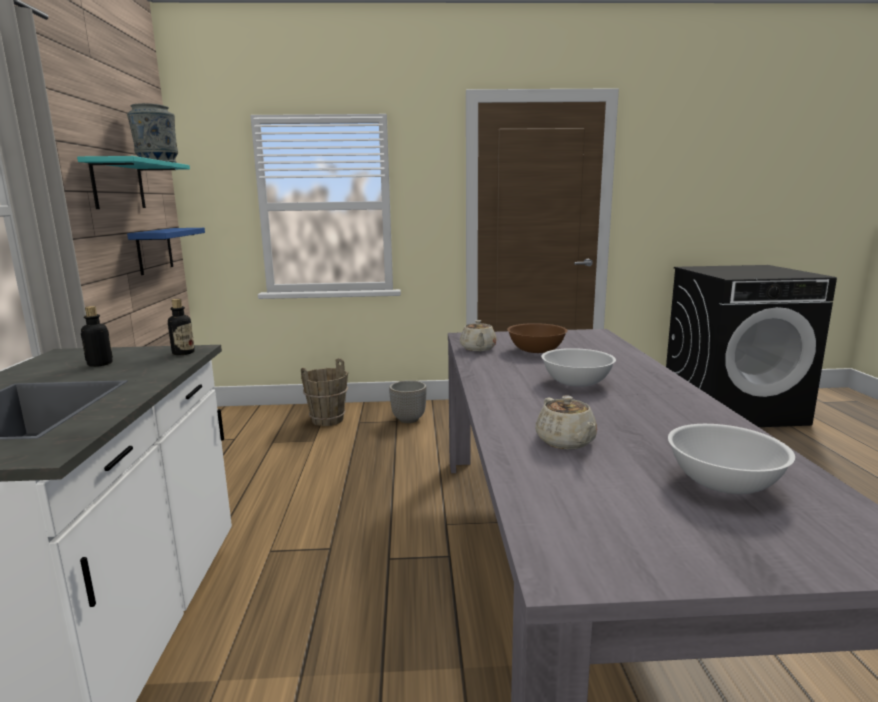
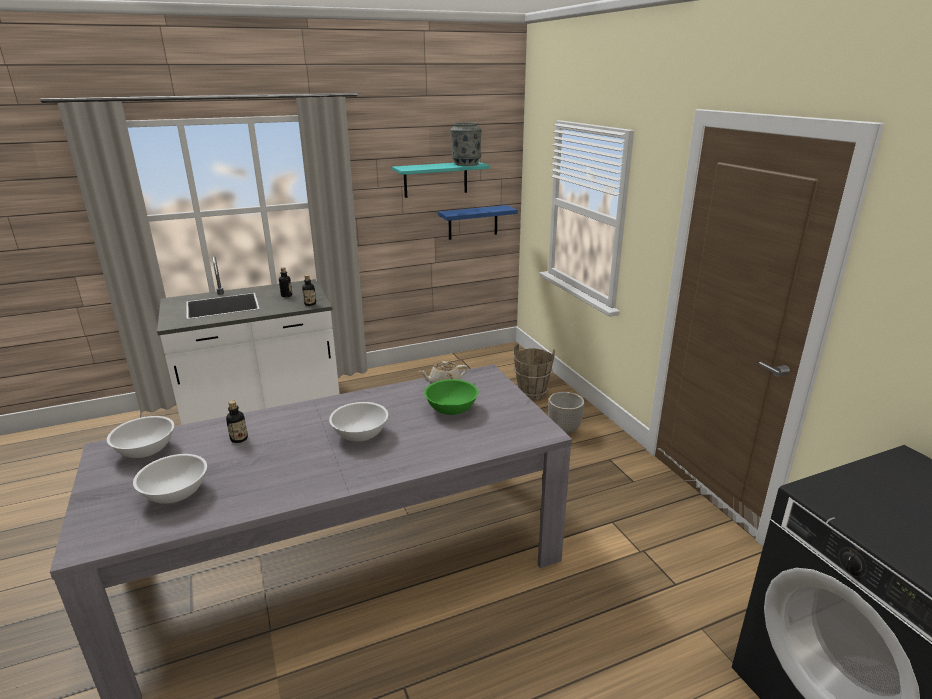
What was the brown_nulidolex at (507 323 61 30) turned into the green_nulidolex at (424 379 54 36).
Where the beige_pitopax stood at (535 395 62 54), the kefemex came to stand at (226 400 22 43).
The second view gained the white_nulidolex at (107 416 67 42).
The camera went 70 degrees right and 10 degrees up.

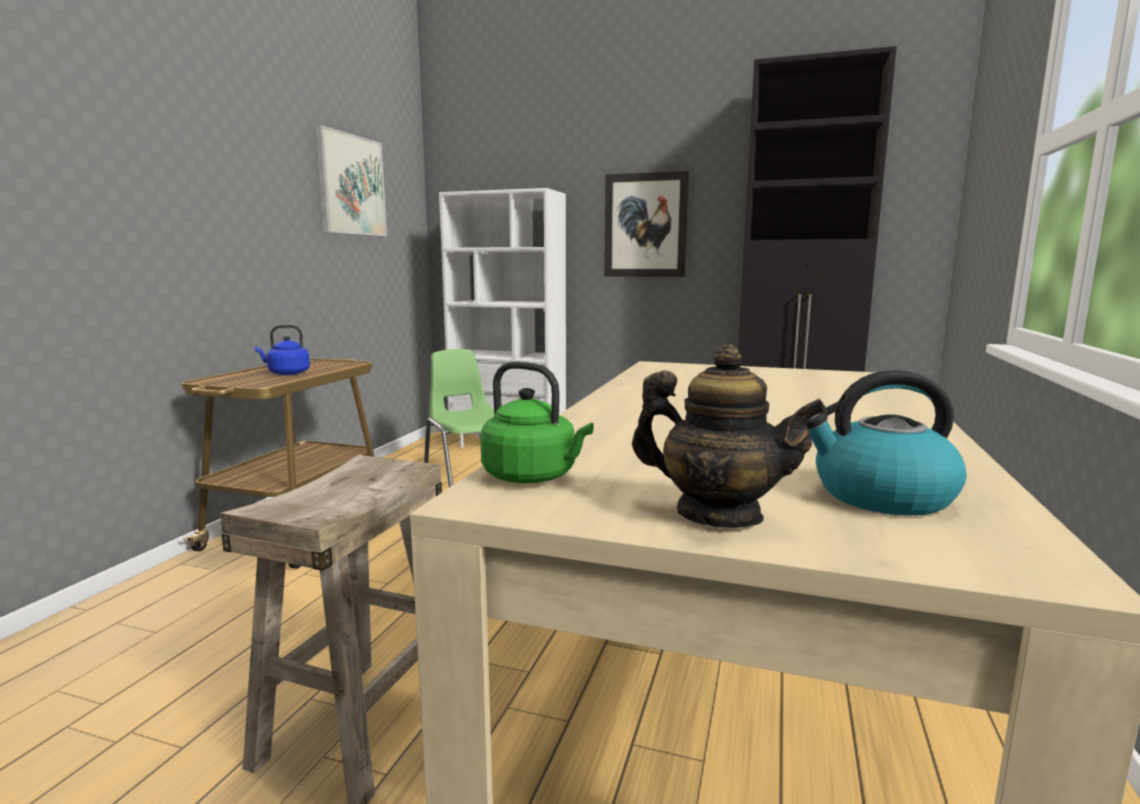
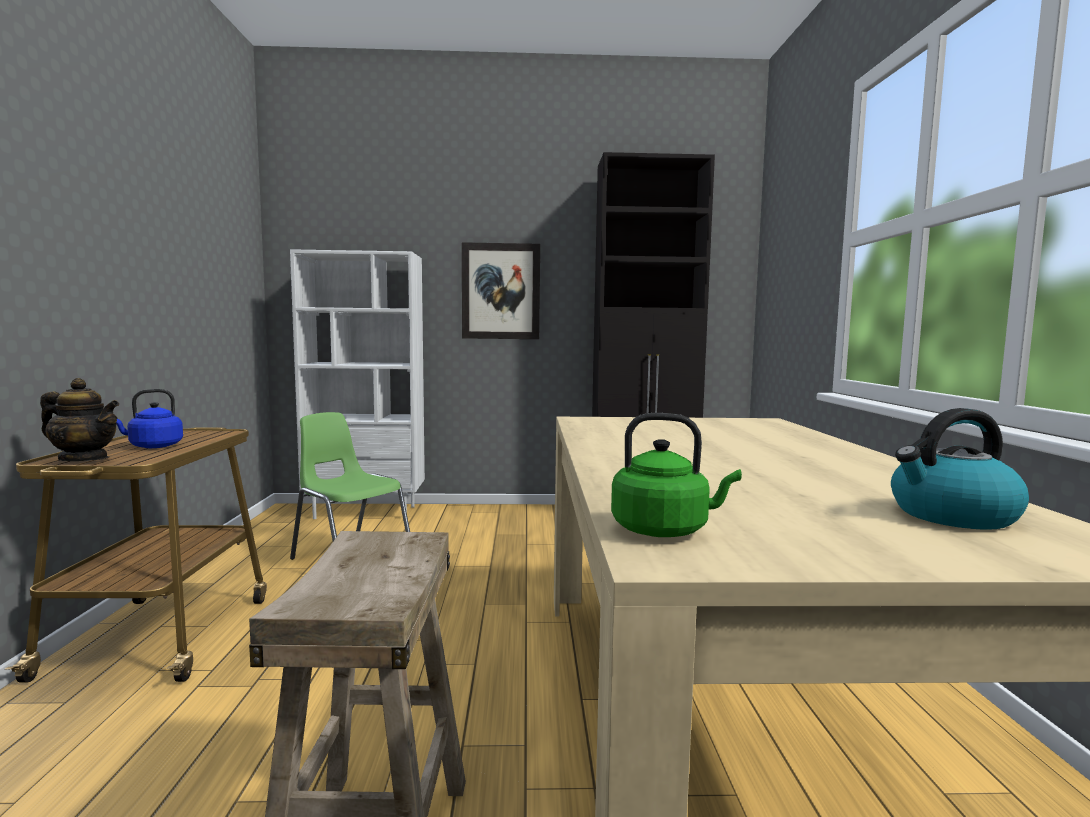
The second view lost the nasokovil at (315 125 72 111).
The pitopax ended up elsewhere, having gone from (632 345 195 183) to (40 378 79 83).
The camera went 20 degrees left and 5 degrees down.

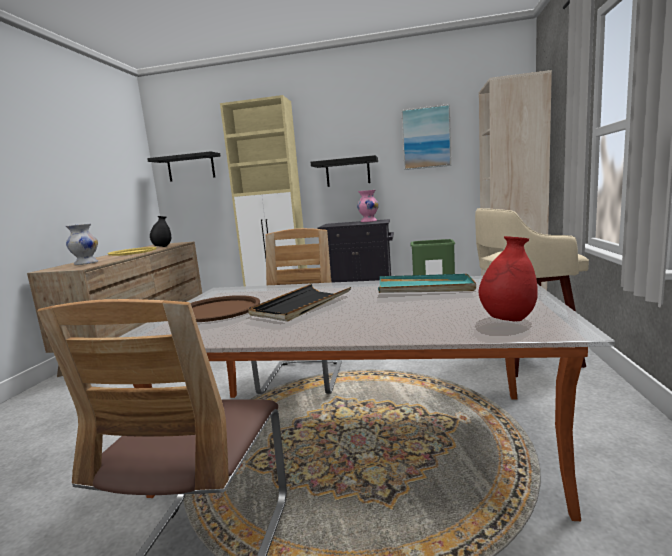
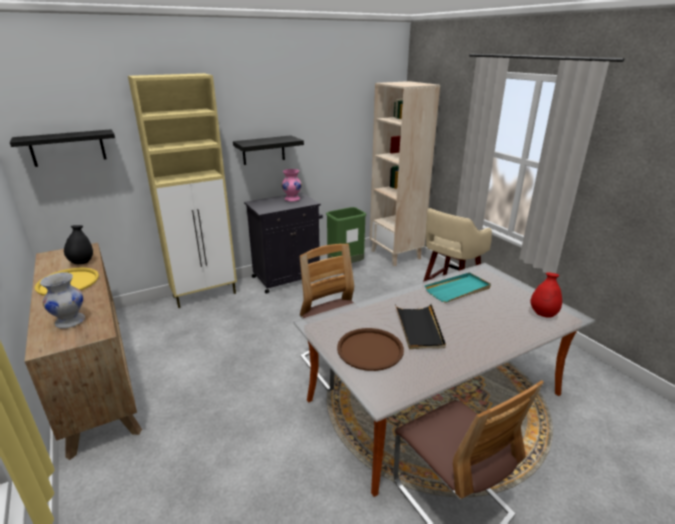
The second view lost the nasokovil at (401 104 50 66).
The camera went 40 degrees left and 15 degrees up.

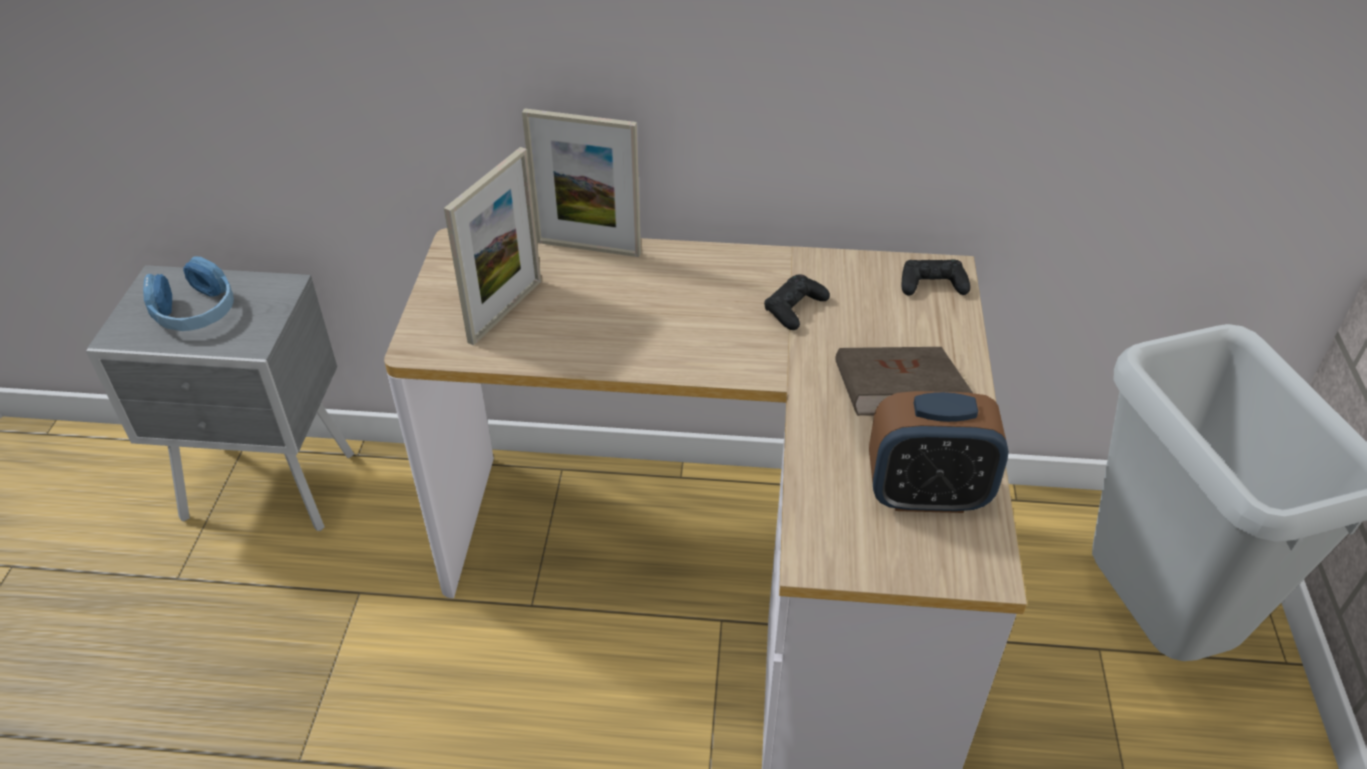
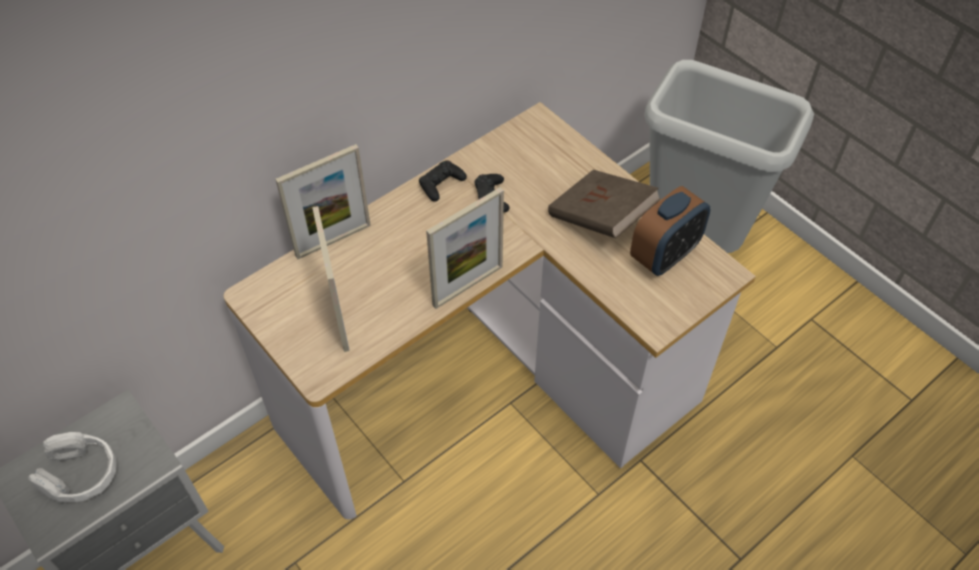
What was the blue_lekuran at (143 256 91 75) turned into the white_lekuran at (28 432 89 71).
The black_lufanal ended up elsewhere, having gone from (902 259 68 37) to (419 160 48 42).
The second view gained the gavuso at (426 187 78 122).
The camera went 45 degrees left and 10 degrees up.

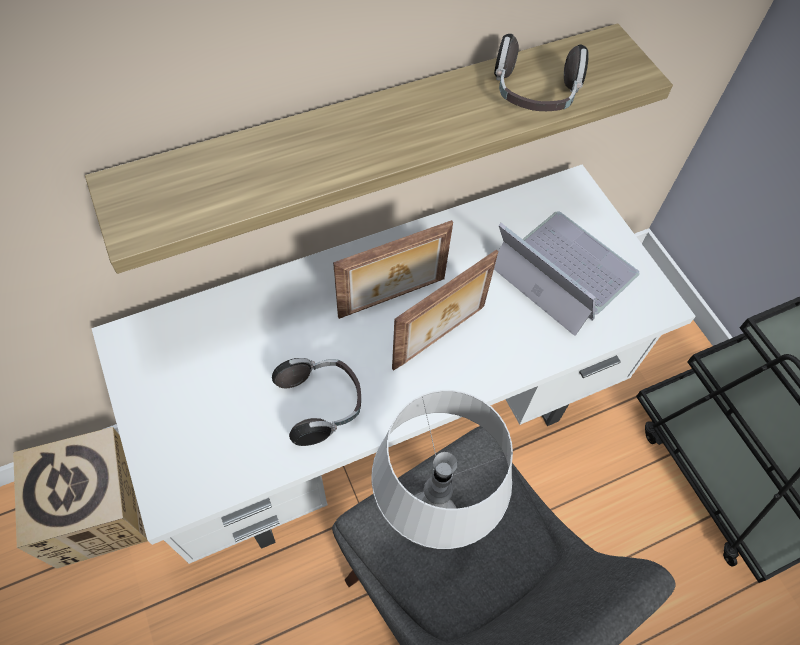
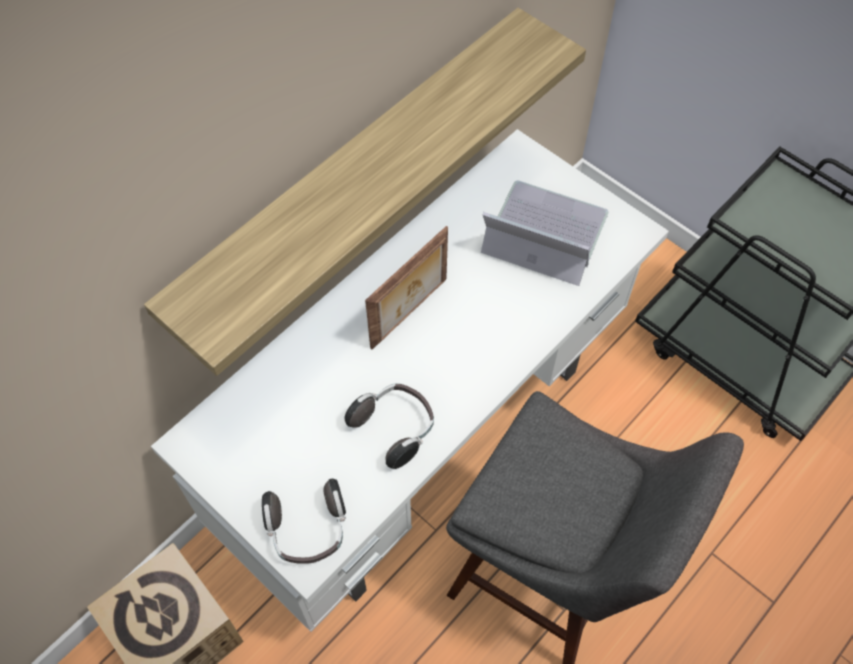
The lekuran ended up elsewhere, having gone from (494 34 95 77) to (262 479 84 85).
The second view lost the gavuso at (392 249 106 121).
The second view lost the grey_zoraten at (371 390 142 159).
The camera went 20 degrees left and 0 degrees up.

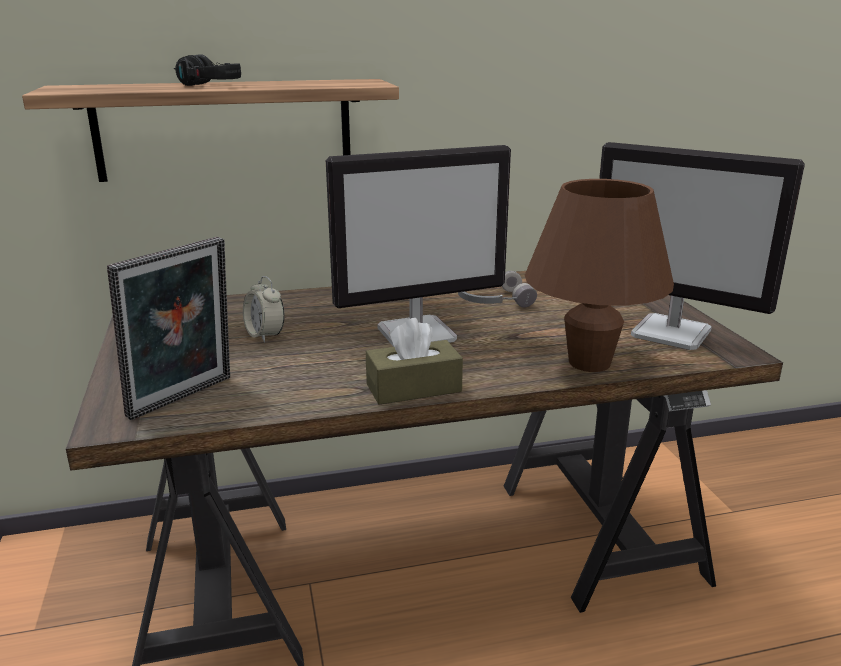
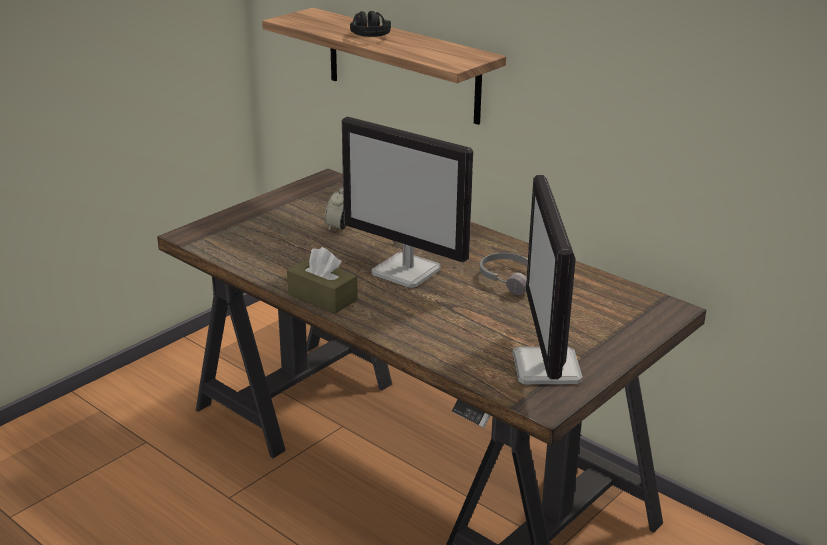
The second view lost the brown_zoraten at (525 179 149 193).
The second view lost the gavuso at (107 237 123 183).
The camera went 55 degrees right and 5 degrees up.

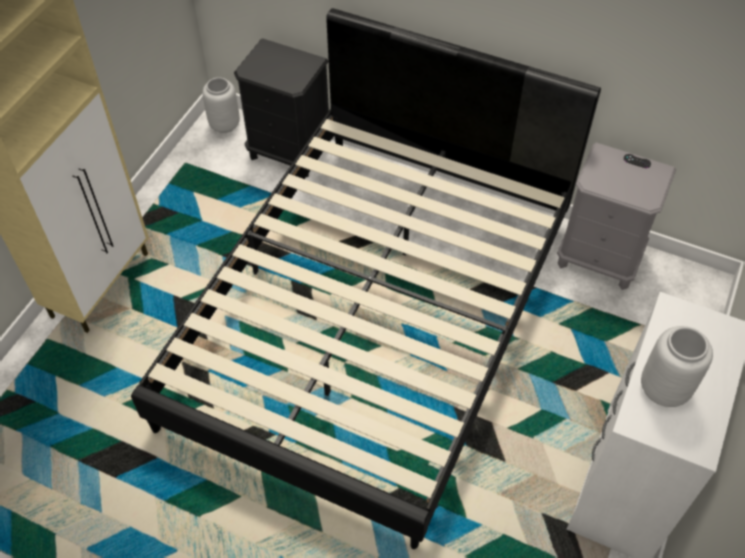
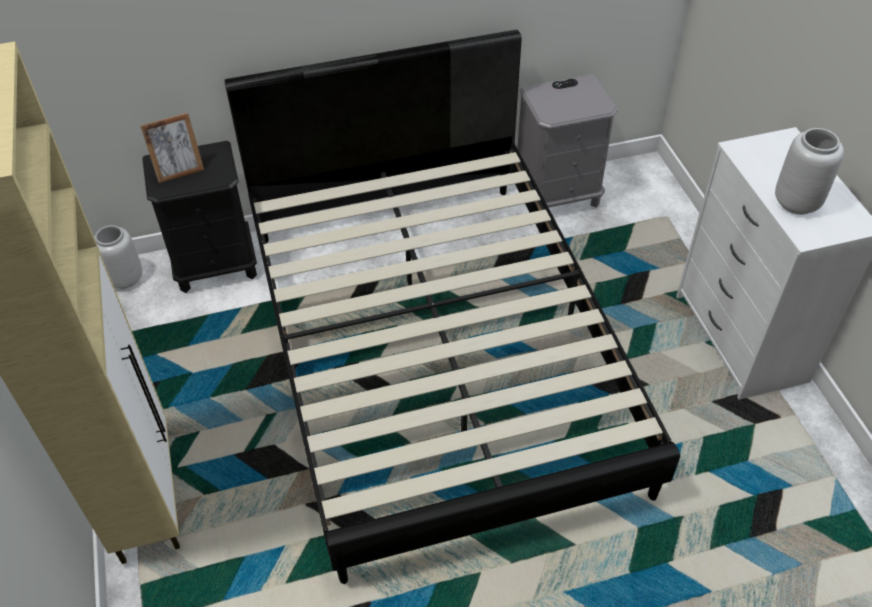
The second view gained the gavuso at (140 113 64 70).
The camera went 40 degrees left and 5 degrees down.

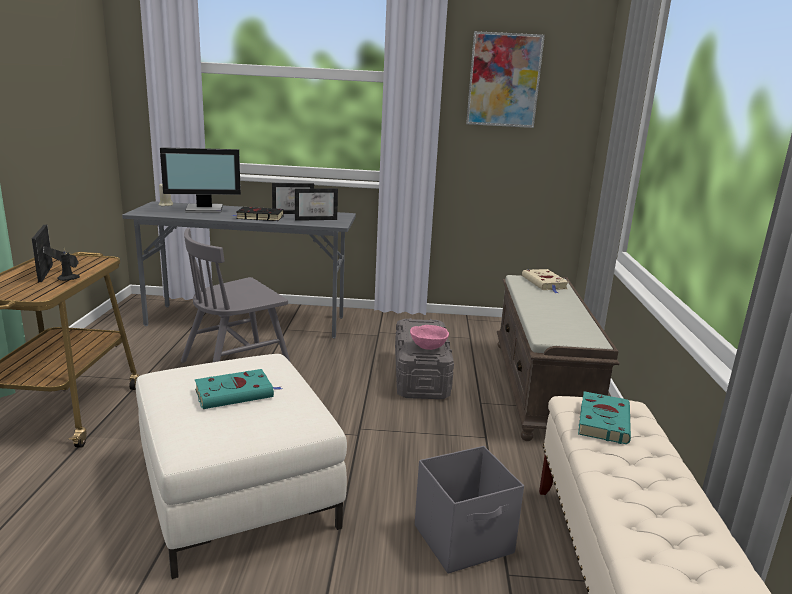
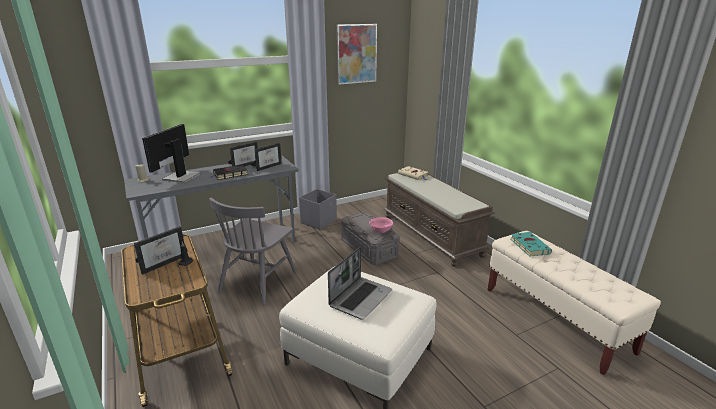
The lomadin at (160 147 81 66) ended up facing another way, 150 degrees clockwise from before.
The gavuso at (32 225 47 57) ended up facing another way, 90 degrees counterclockwise from before.
Where the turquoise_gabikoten stood at (195 369 87 40), the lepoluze came to stand at (328 247 64 73).
The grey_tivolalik ended up elsewhere, having gone from (415 446 109 128) to (299 189 38 41).
The camera went 30 degrees left and 5 degrees up.

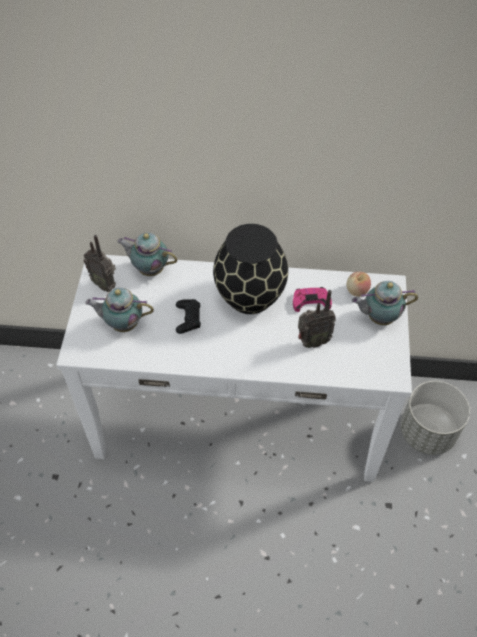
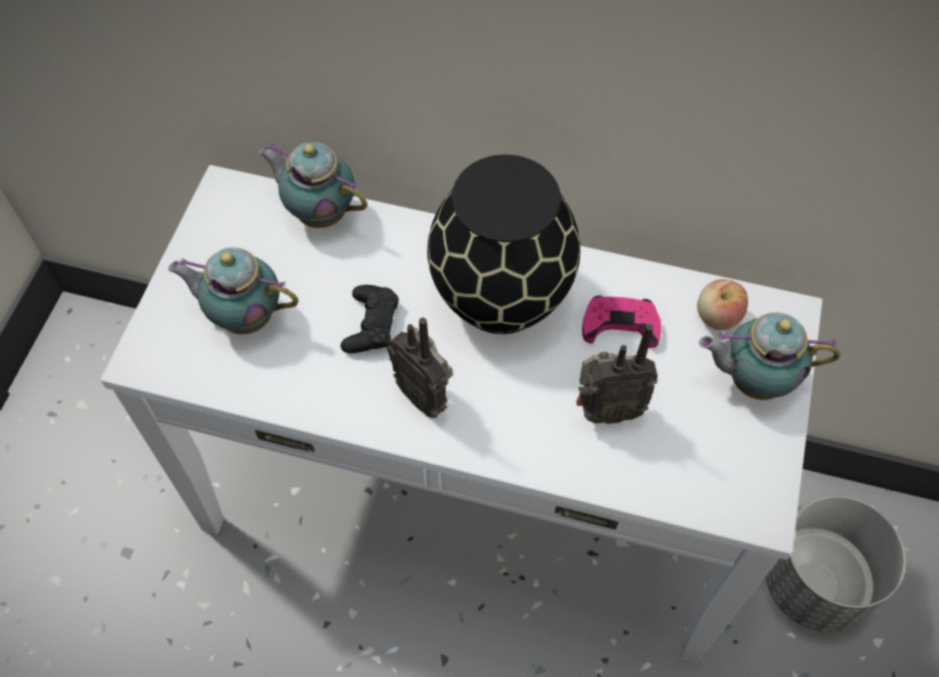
The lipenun ended up elsewhere, having gone from (84 235 32 57) to (387 318 66 100).
The camera went 10 degrees right and 5 degrees up.

